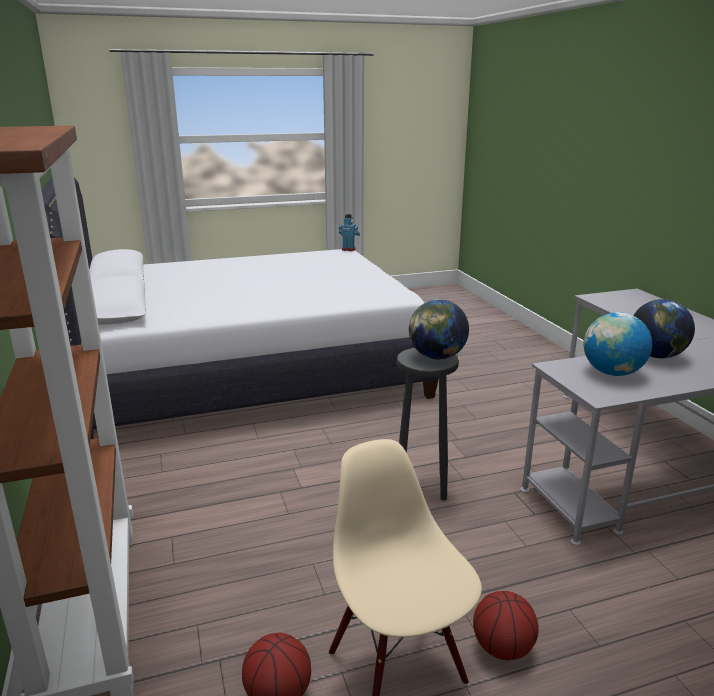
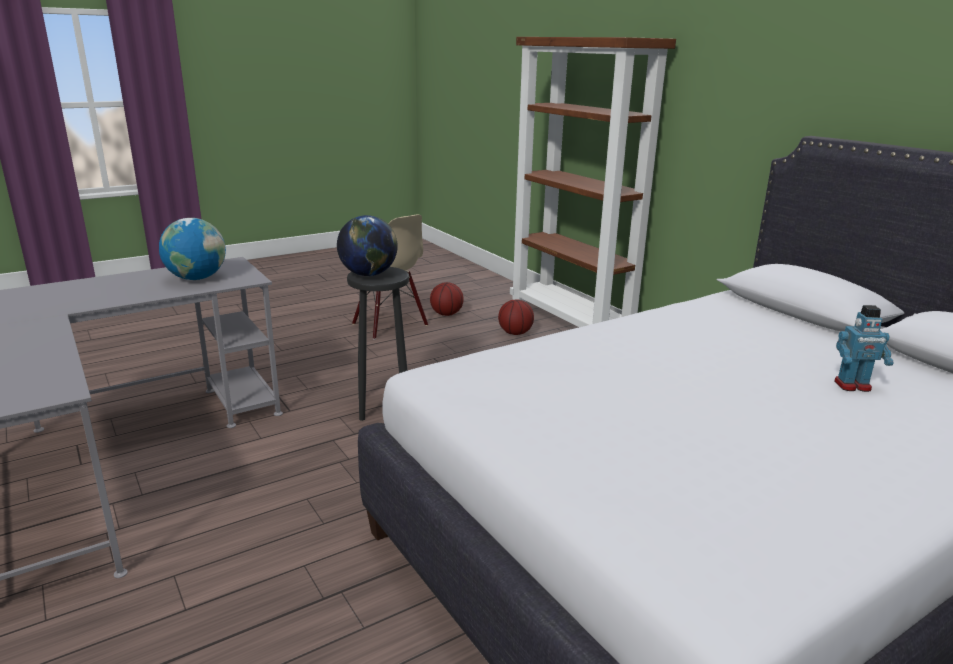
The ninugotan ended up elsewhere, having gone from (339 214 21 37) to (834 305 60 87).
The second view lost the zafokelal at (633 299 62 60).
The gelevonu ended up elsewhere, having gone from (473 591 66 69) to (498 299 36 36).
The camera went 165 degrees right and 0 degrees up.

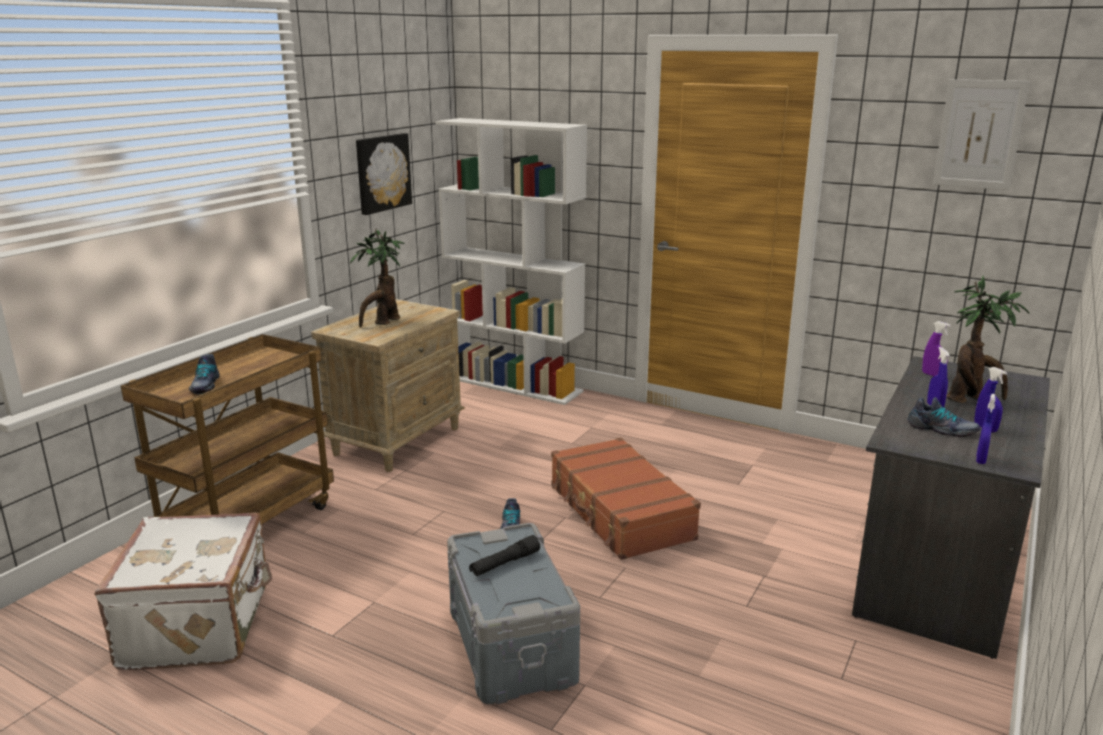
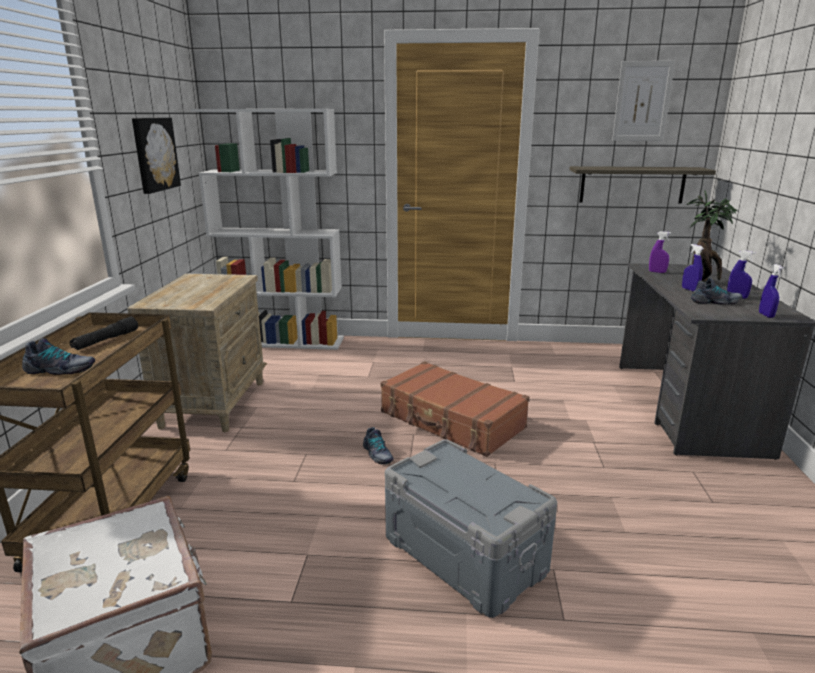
The second view lost the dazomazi at (350 228 55 100).
The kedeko at (189 354 31 40) ended up facing another way, 60 degrees counterclockwise from before.
The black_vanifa ended up elsewhere, having gone from (469 535 71 41) to (70 316 68 34).
The second view gained the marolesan at (569 166 147 38).
The camera went 25 degrees left and 0 degrees up.

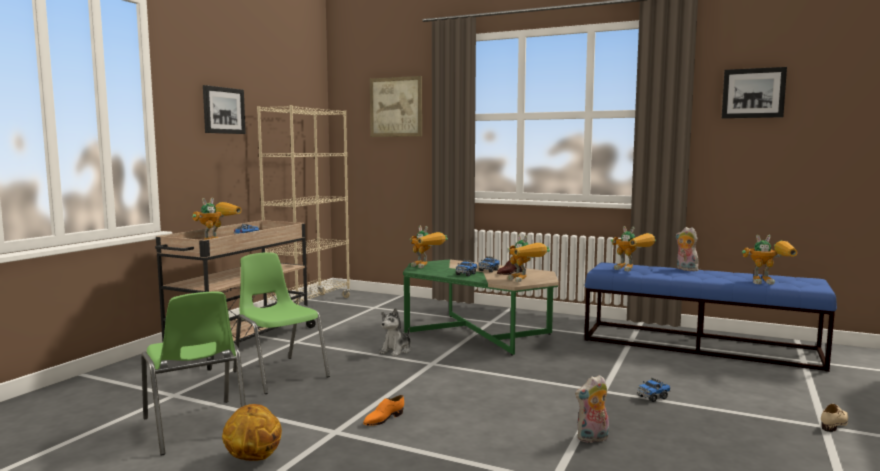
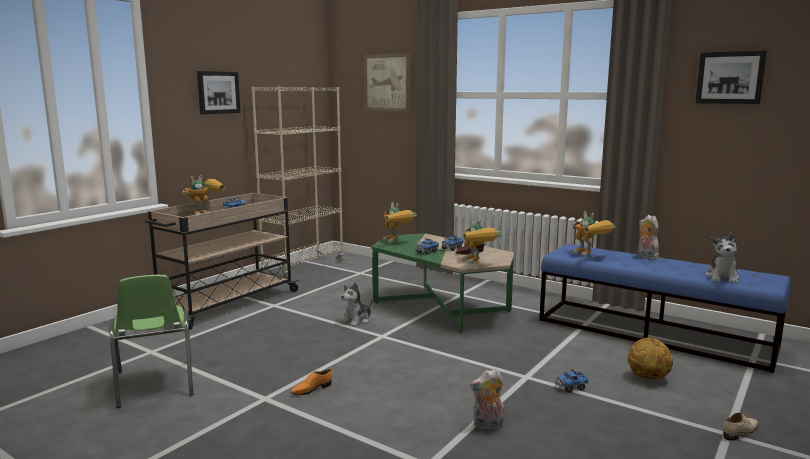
Where the ninugotan stood at (742 235 56 50), the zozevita came to stand at (705 232 34 51).
The second view lost the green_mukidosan at (233 252 97 142).
The gelevonu ended up elsewhere, having gone from (222 404 60 57) to (628 337 45 42).
The camera went 10 degrees right and 5 degrees up.

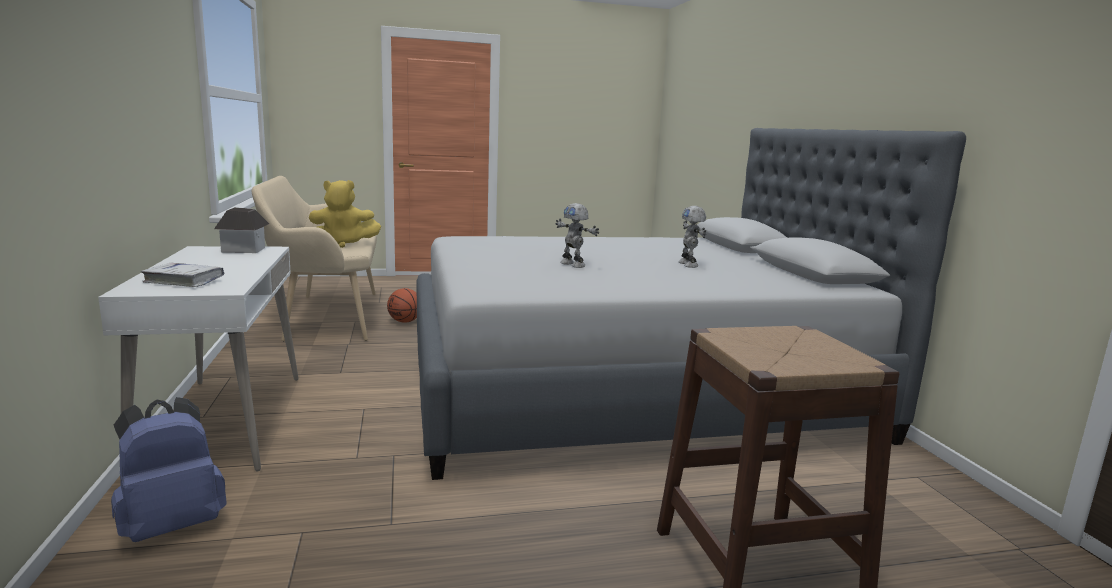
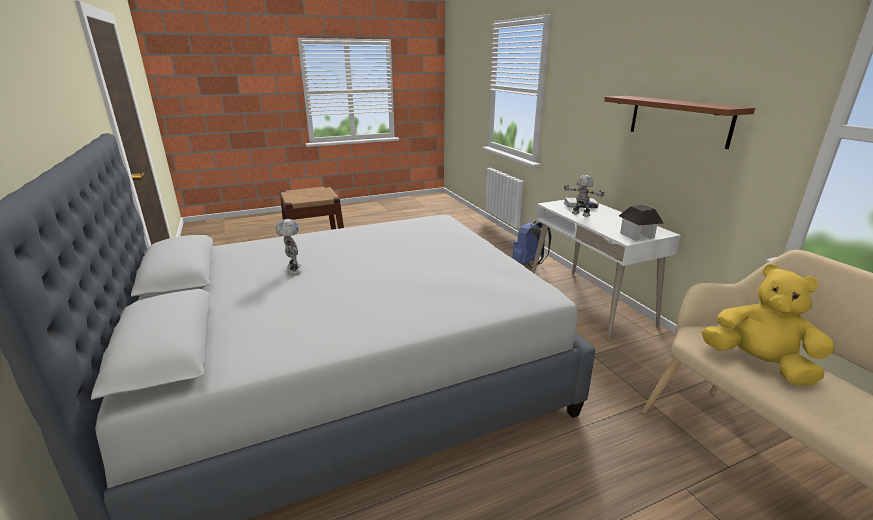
The yellow_zozevita at (309 180 72 68) ended up facing another way, 60 degrees clockwise from before.
The ninugotan ended up elsewhere, having gone from (555 203 44 65) to (564 175 40 42).
The second view lost the gelevonu at (387 288 30 35).
The second view gained the brown_marolesan at (604 96 151 53).
The camera went 170 degrees right and 10 degrees up.

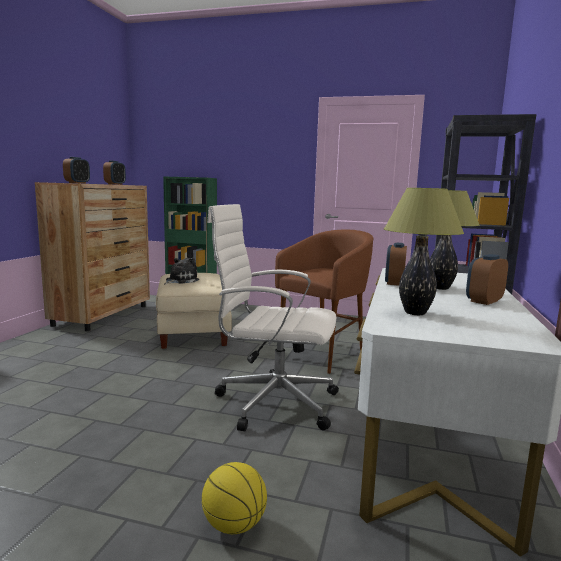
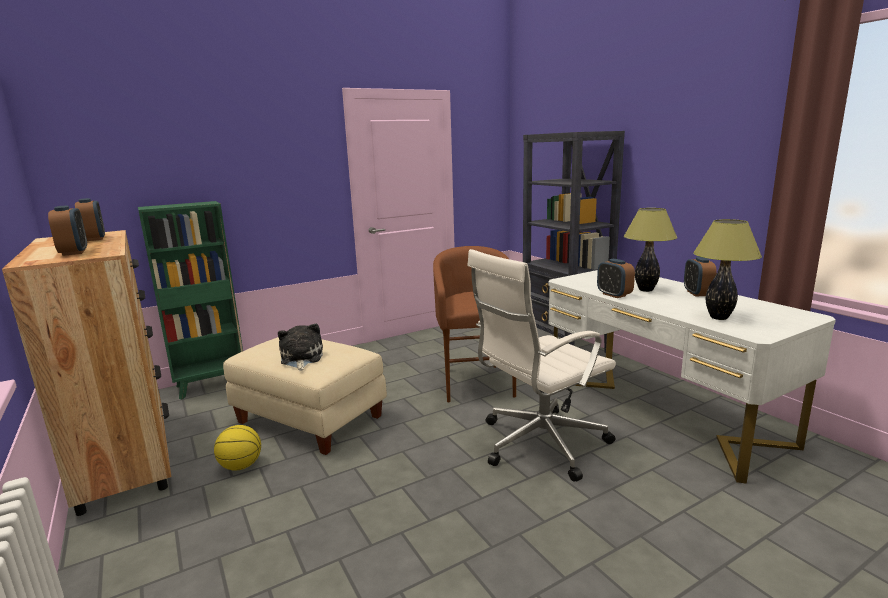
The gelevonu ended up elsewhere, having gone from (202 462 65 72) to (214 425 47 46).
The camera went 45 degrees left and 5 degrees up.

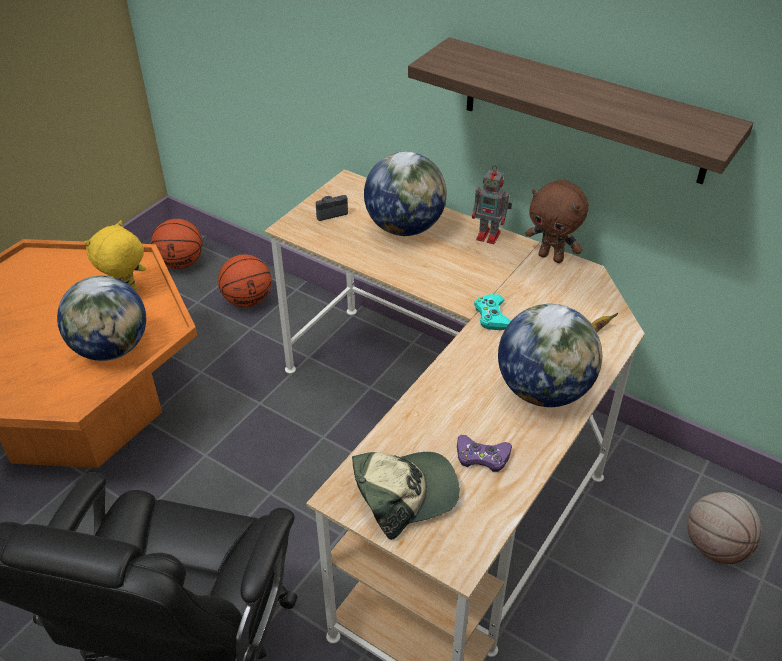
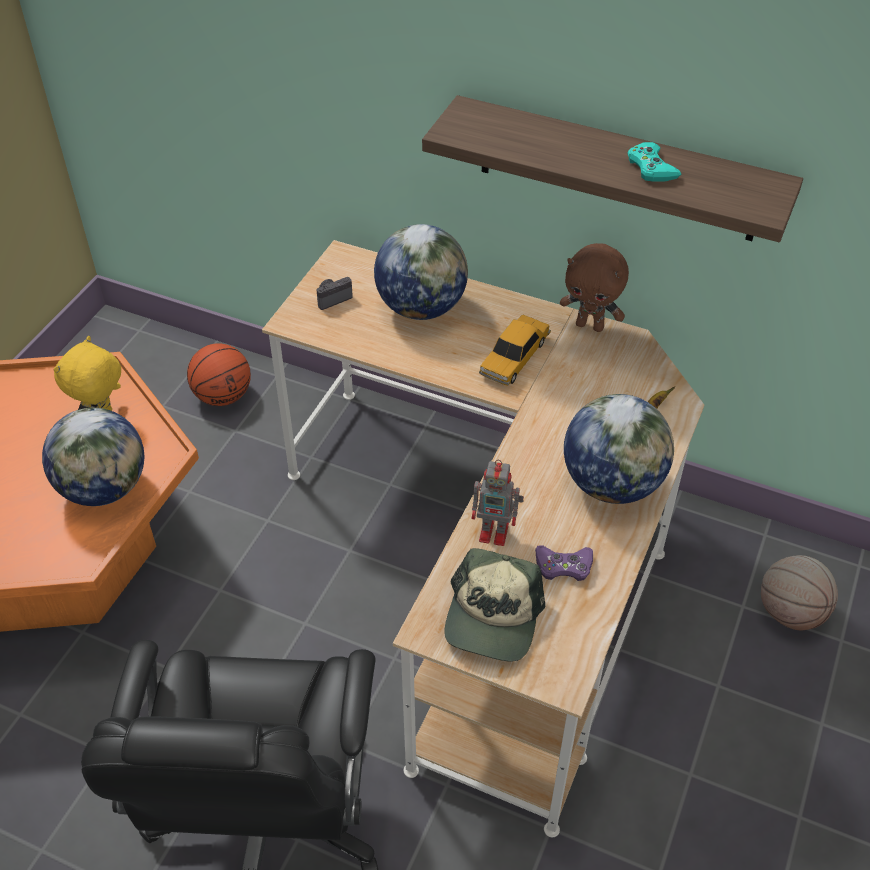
The ninugotan ended up elsewhere, having gone from (472 165 40 79) to (472 460 52 86).
The second view lost the gelevonu at (151 219 52 50).
The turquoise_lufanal ended up elsewhere, having gone from (474 294 37 36) to (627 142 54 40).
The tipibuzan at (352 452 108 88) ended up facing another way, 135 degrees clockwise from before.
The second view gained the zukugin at (479 315 72 71).
The camera went 10 degrees left and 5 degrees up.

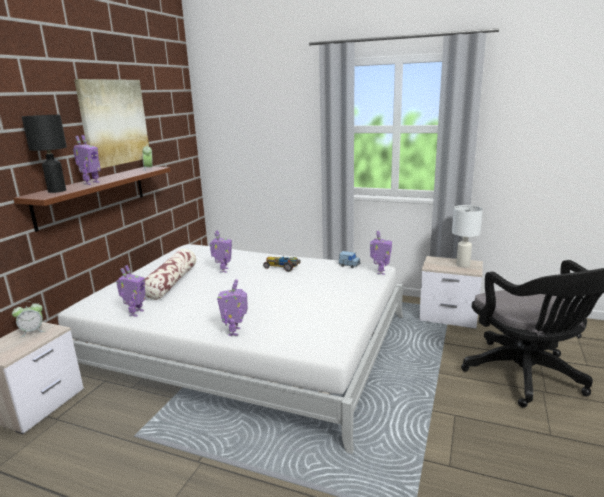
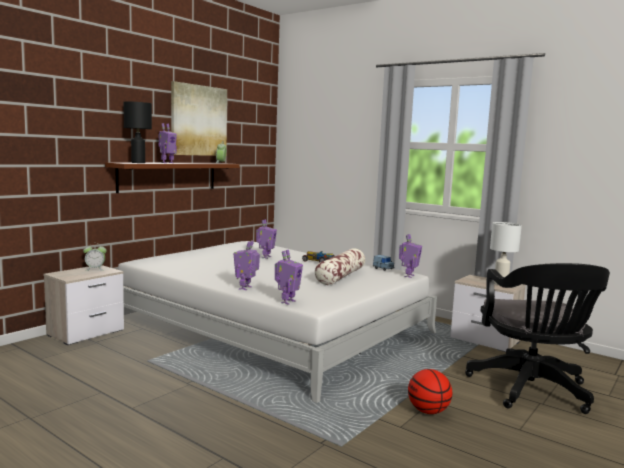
The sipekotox ended up elsewhere, having gone from (145 249 51 51) to (314 249 51 36).
The ninugotan ended up elsewhere, having gone from (116 265 30 52) to (275 250 28 55).
The second view gained the gelevonu at (408 369 44 45).
The camera went 15 degrees right and 10 degrees down.

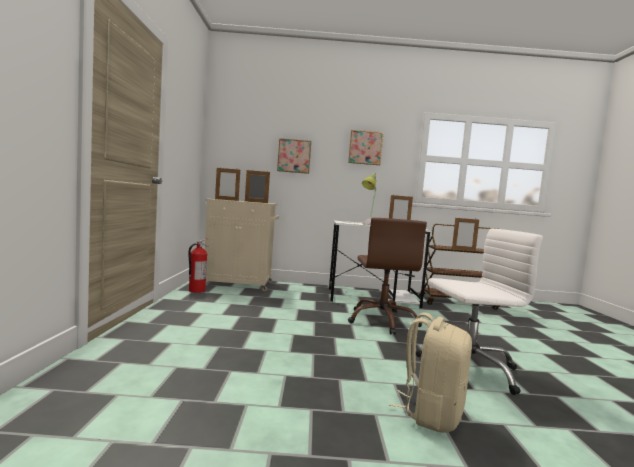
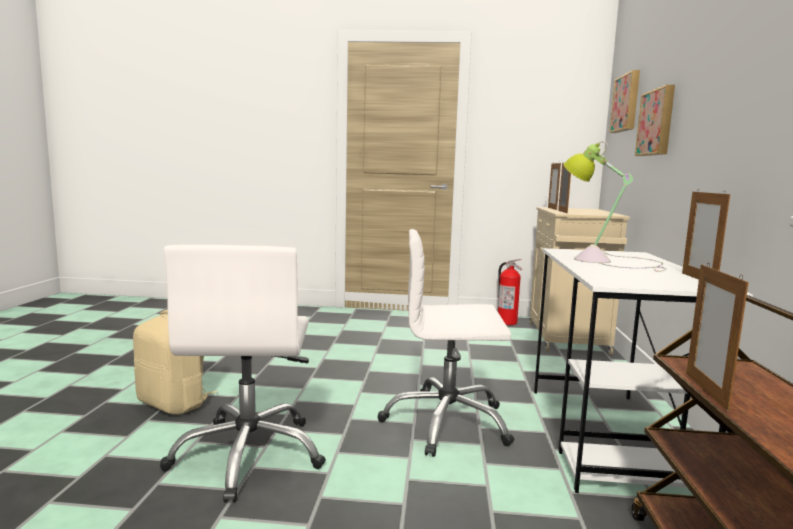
The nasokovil ended up elsewhere, having gone from (348 130 36 35) to (609 70 31 63).
What was the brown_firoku at (348 218 79 117) turned into the white_firoku at (378 229 136 228).
The camera went 95 degrees right and 5 degrees up.

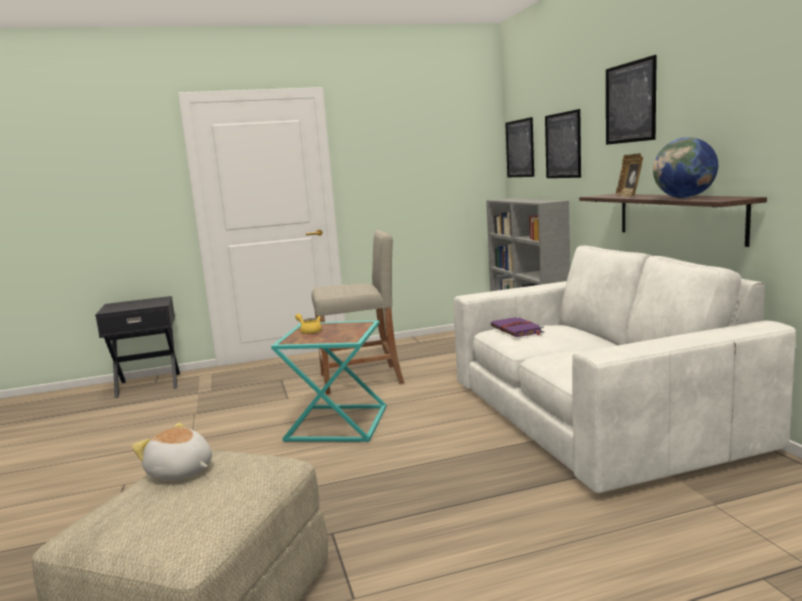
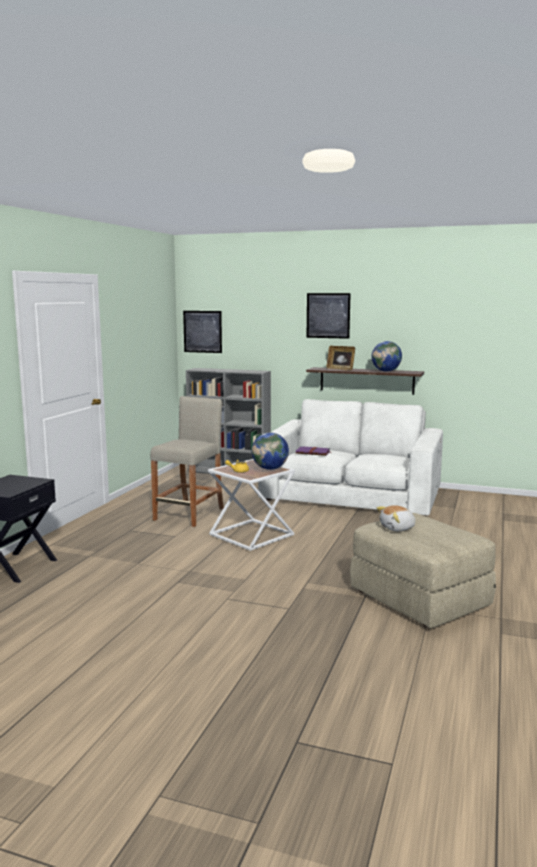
The second view lost the nasokovil at (545 109 36 69).
What was the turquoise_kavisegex at (271 320 115 122) turned into the white_kavisegex at (208 459 87 92).
The second view gained the zafokelal at (252 432 37 38).
The camera went 55 degrees left and 0 degrees up.

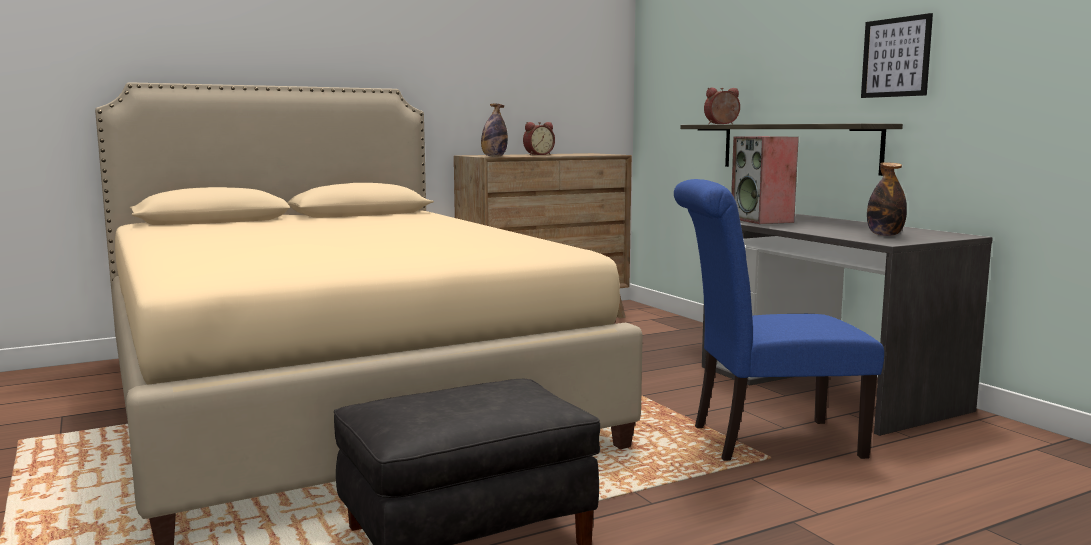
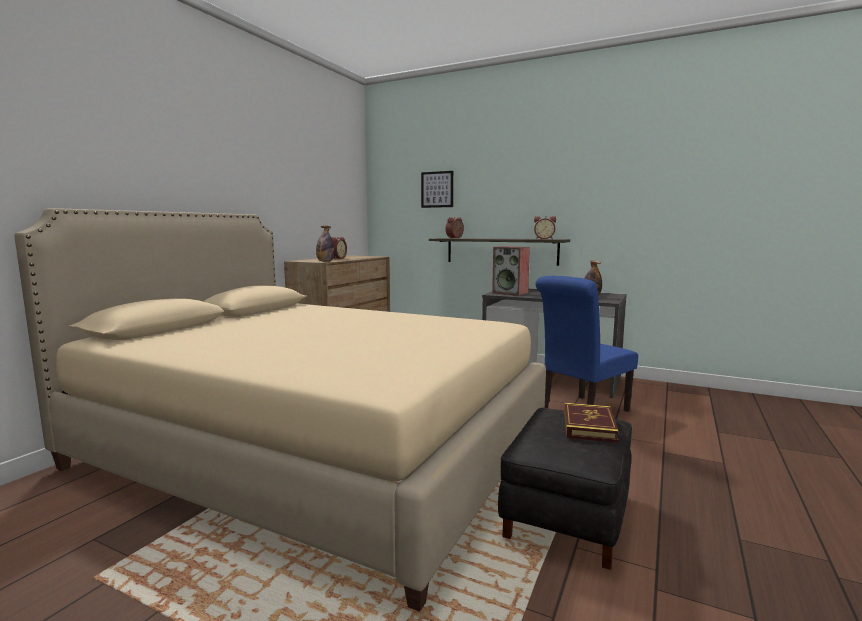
The nasokovil ended up elsewhere, having gone from (861 13 72 85) to (421 171 32 37).
The second view gained the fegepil at (534 216 22 23).
The second view gained the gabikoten at (564 403 55 40).
The camera went 35 degrees left and 0 degrees up.

